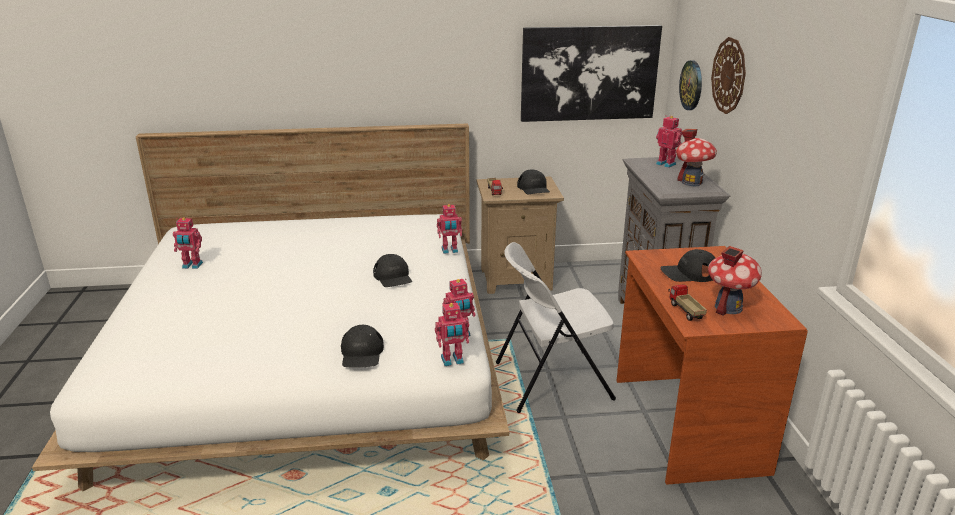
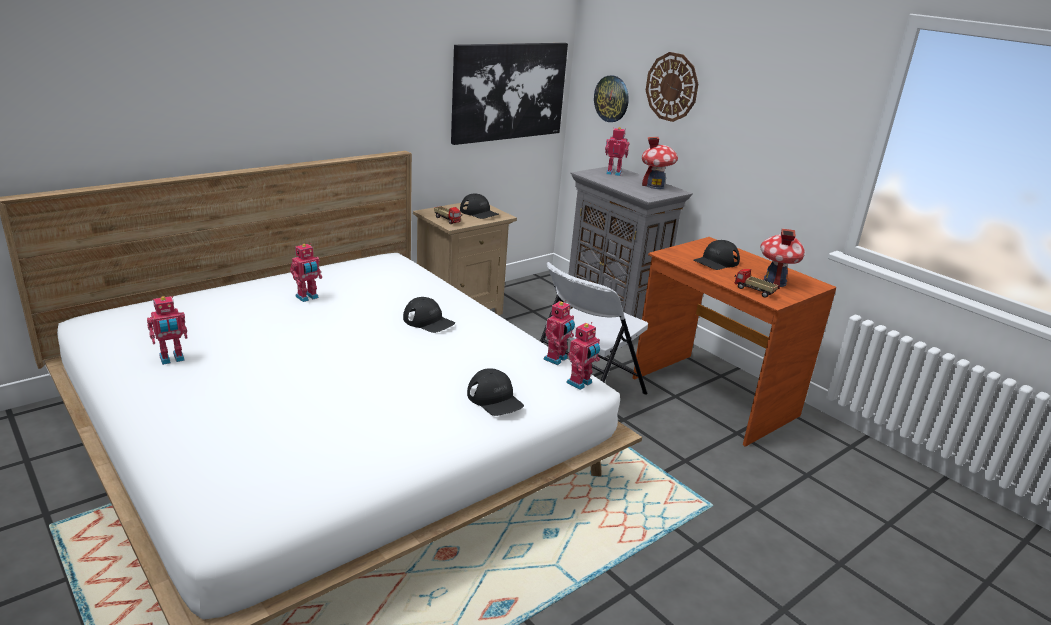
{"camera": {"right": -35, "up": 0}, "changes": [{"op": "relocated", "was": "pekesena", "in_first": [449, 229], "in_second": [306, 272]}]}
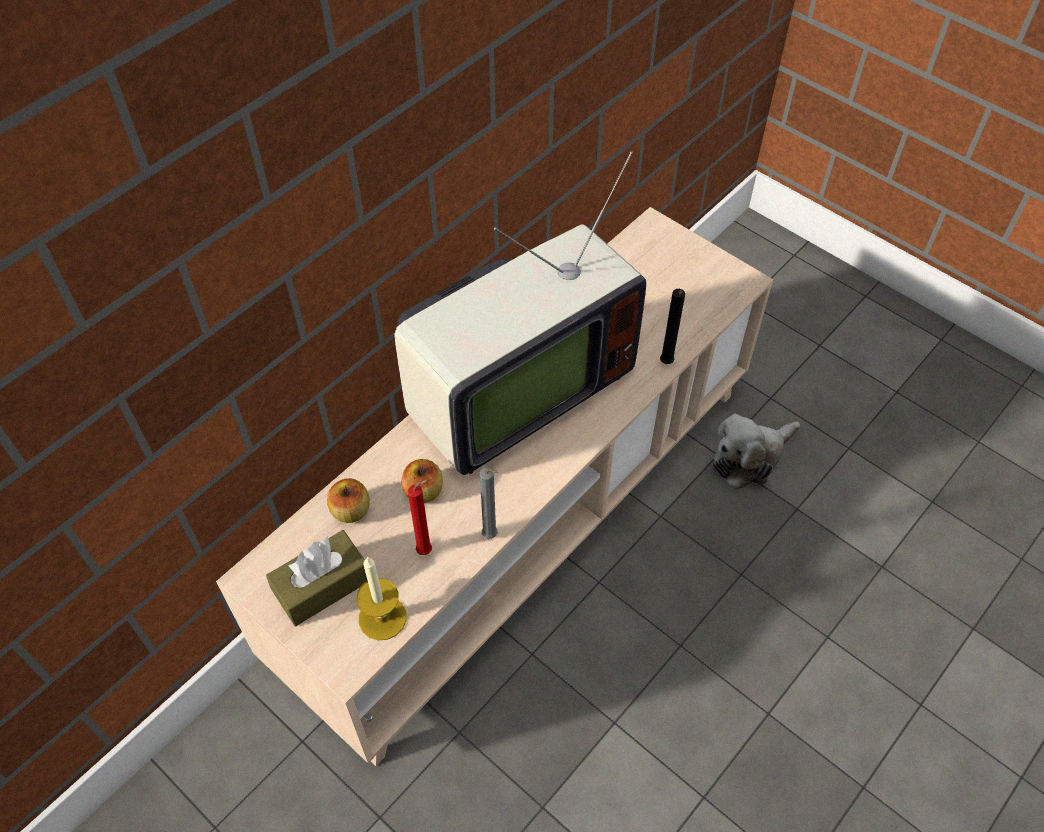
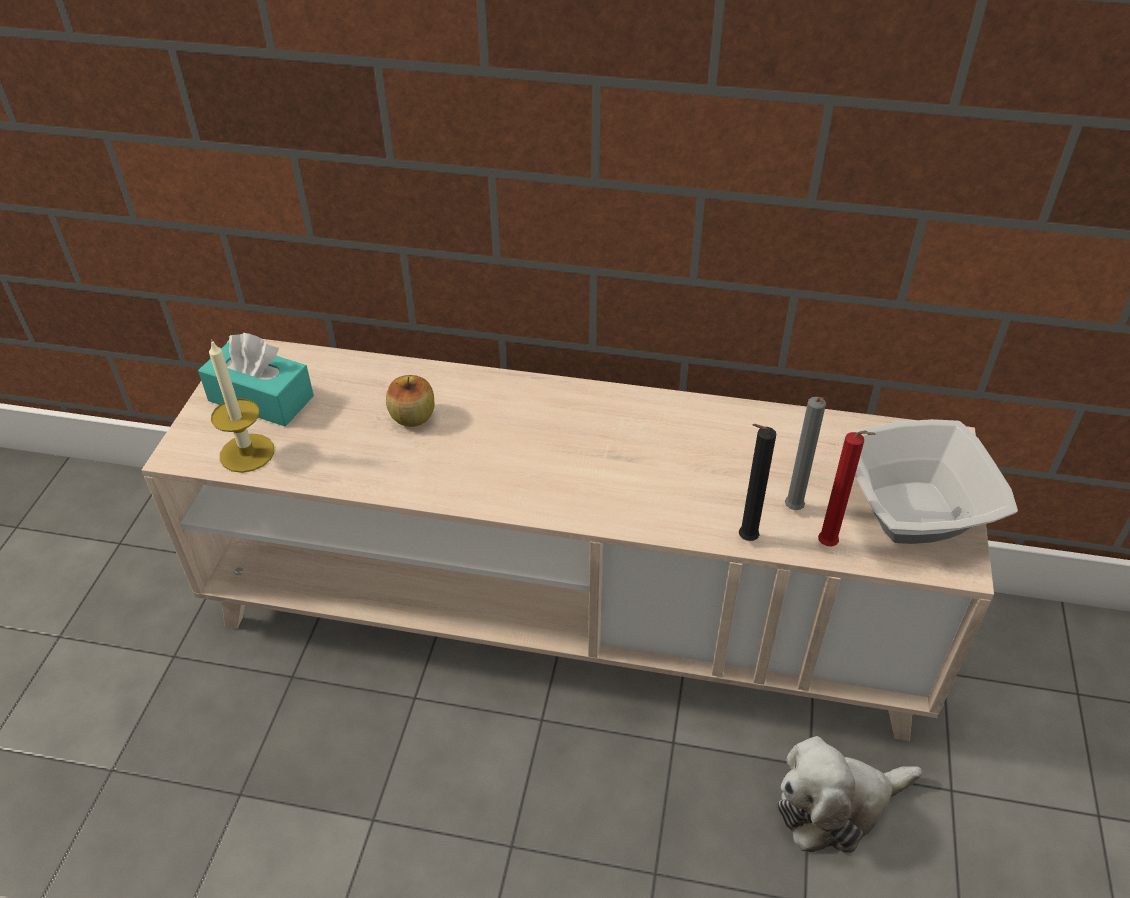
{"camera": {"right": 60, "up": -10}, "changes": [{"op": "missing", "was": "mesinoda", "in_first": [348, 500]}, {"op": "missing", "was": "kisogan", "in_first": [520, 313]}, {"op": "appeared", "now": "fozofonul", "in_second": [930, 481]}, {"op": "relocated", "was": "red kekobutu", "in_first": [420, 517], "in_second": [847, 488]}, {"op": "relocated", "was": "grey kekobutu", "in_first": [489, 503], "in_second": [805, 453]}, {"op": "colour", "was": "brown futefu", "now": "turquoise futefu", "in_first": [317, 578], "in_second": [256, 380]}, {"op": "spun", "was": "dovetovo", "in_first": [756, 451], "in_second": [849, 794], "clockwise": -45}]}
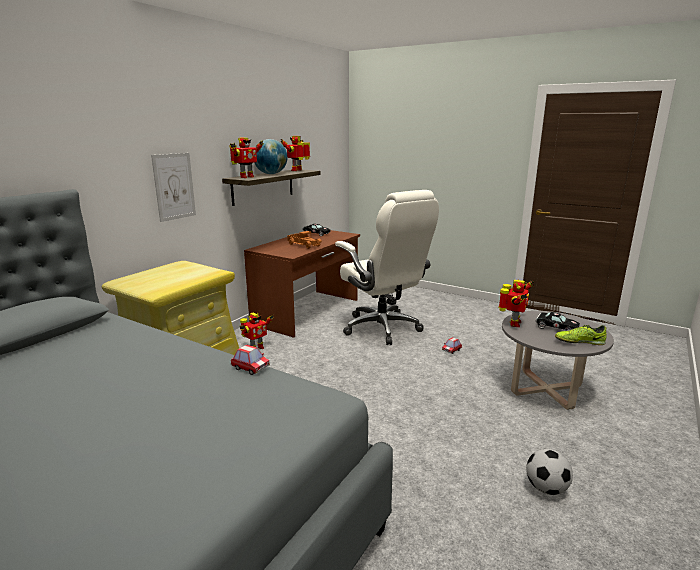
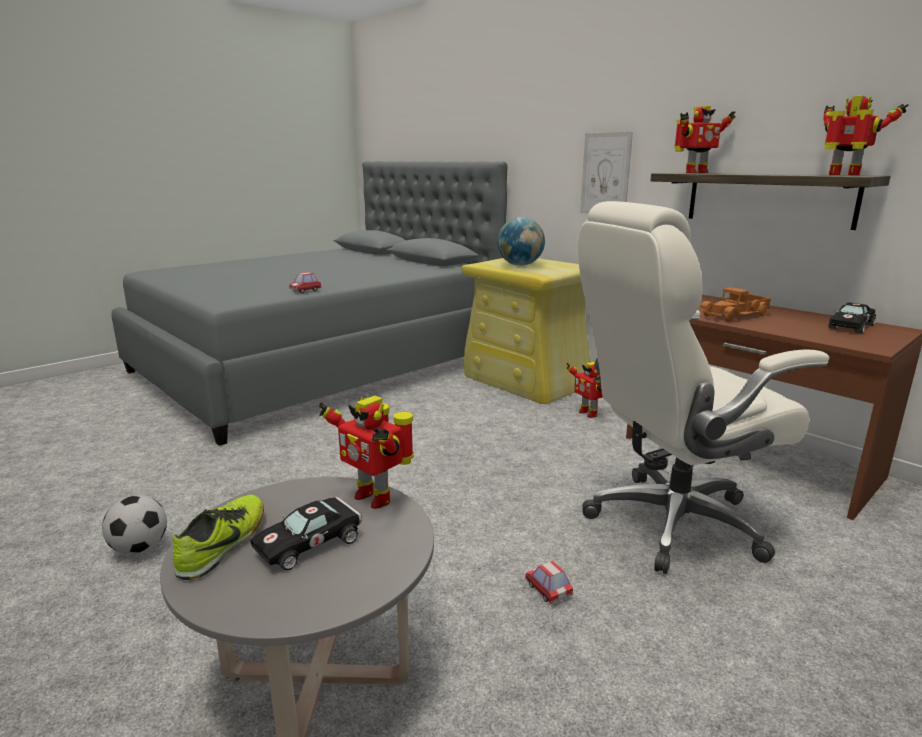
{"camera": {"right": 105, "up": 0}, "changes": [{"op": "relocated", "was": "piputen", "in_first": [271, 156], "in_second": [521, 241]}, {"op": "spun", "was": "pekesena", "in_first": [246, 158], "in_second": [705, 139], "clockwise": -75}]}
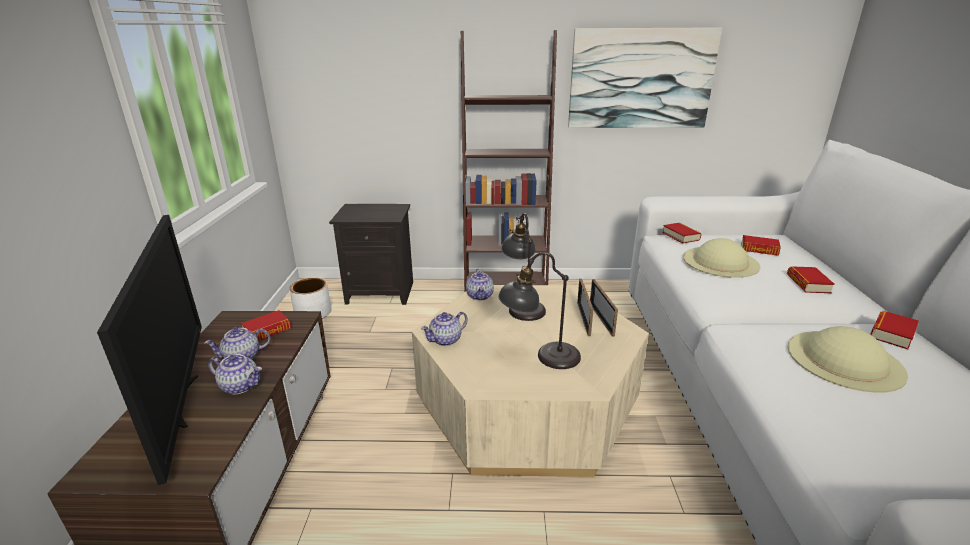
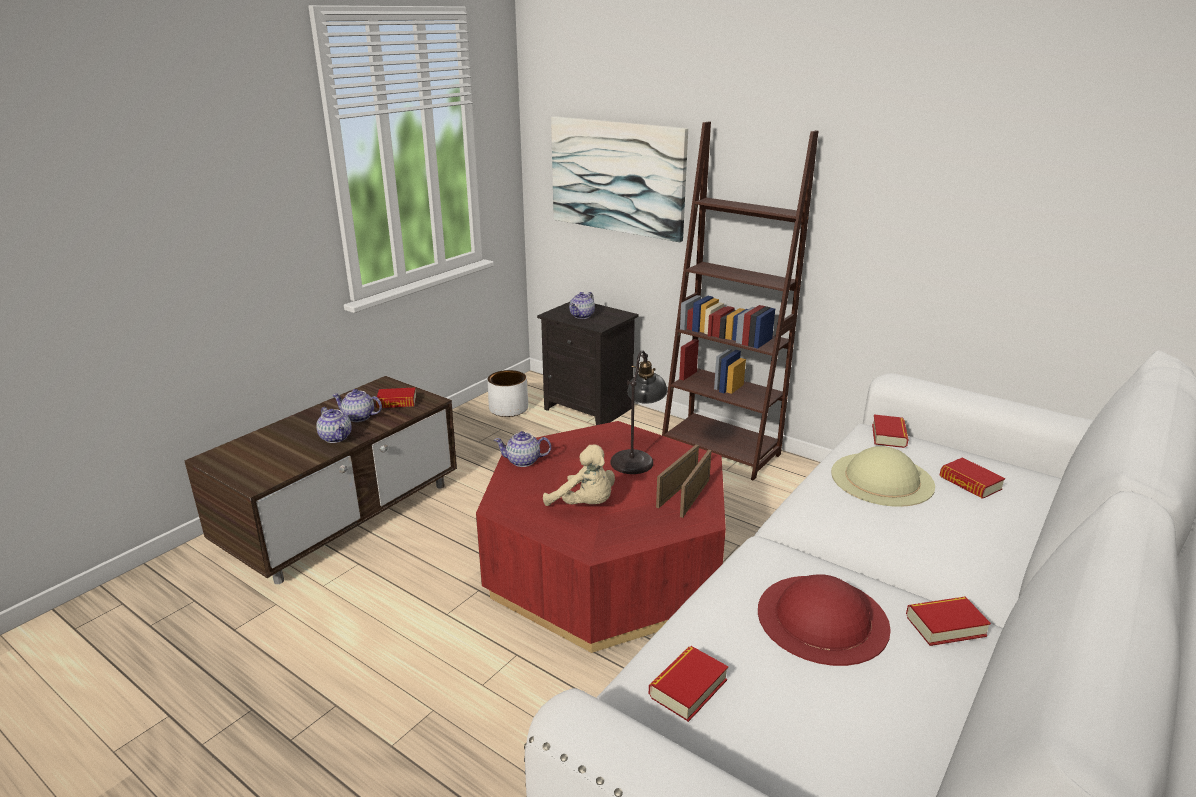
{"camera": {"right": 35, "up": 0}, "changes": [{"op": "missing", "was": "kisogan", "in_first": [149, 350]}, {"op": "relocated", "was": "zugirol", "in_first": [480, 285], "in_second": [582, 305]}, {"op": "relocated", "was": "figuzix", "in_first": [645, 77], "in_second": [619, 179]}, {"op": "relocated", "was": "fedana", "in_first": [811, 279], "in_second": [688, 684]}, {"op": "exchanged", "was": "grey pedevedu", "now": "beige dovetovo", "in_first": [539, 310], "in_second": [579, 475]}, {"op": "colour", "was": "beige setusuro", "now": "red setusuro", "in_first": [530, 381], "in_second": [601, 537]}, {"op": "colour", "was": "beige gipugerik", "now": "red gipugerik", "in_first": [848, 359], "in_second": [824, 620]}]}
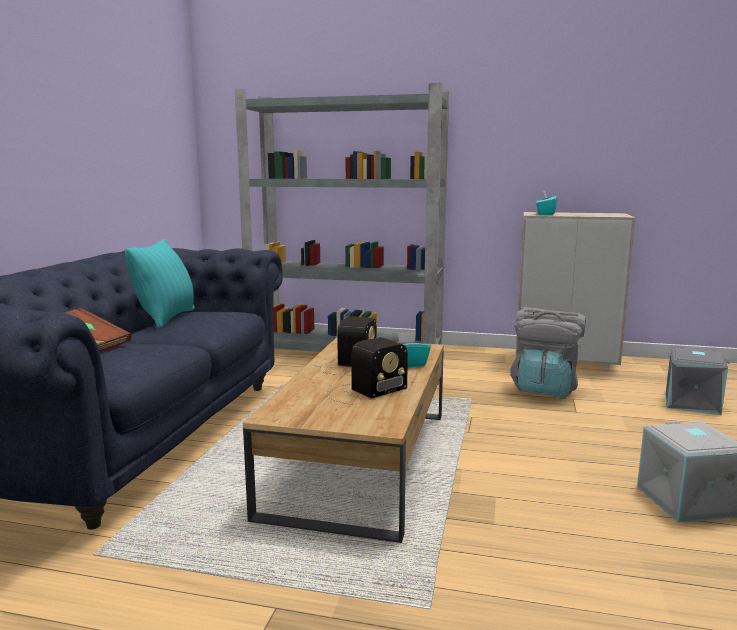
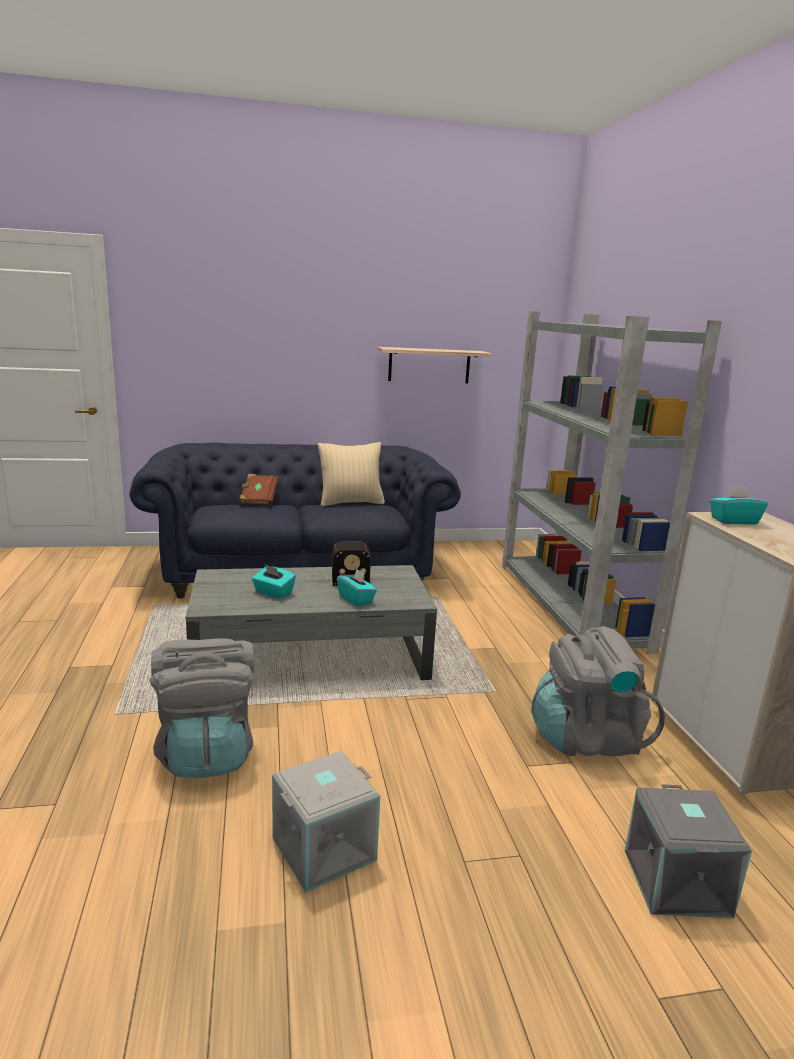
{"camera": {"right": 65, "up": 5}, "changes": [{"op": "appeared", "now": "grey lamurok", "in_second": [202, 708]}, {"op": "appeared", "now": "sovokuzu", "in_second": [434, 365]}, {"op": "exchanged", "was": "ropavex", "now": "turquoise futefu", "in_first": [366, 370], "in_second": [274, 582]}, {"op": "colour", "was": "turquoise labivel", "now": "beige labivel", "in_first": [160, 284], "in_second": [351, 474]}, {"op": "colour", "was": "brown setusuro", "now": "grey setusuro", "in_first": [343, 440], "in_second": [311, 622]}]}
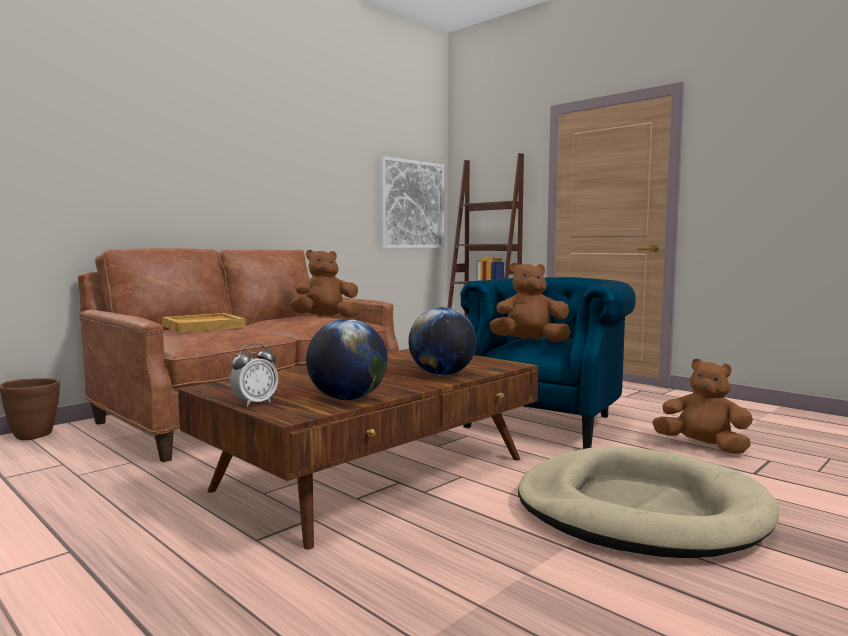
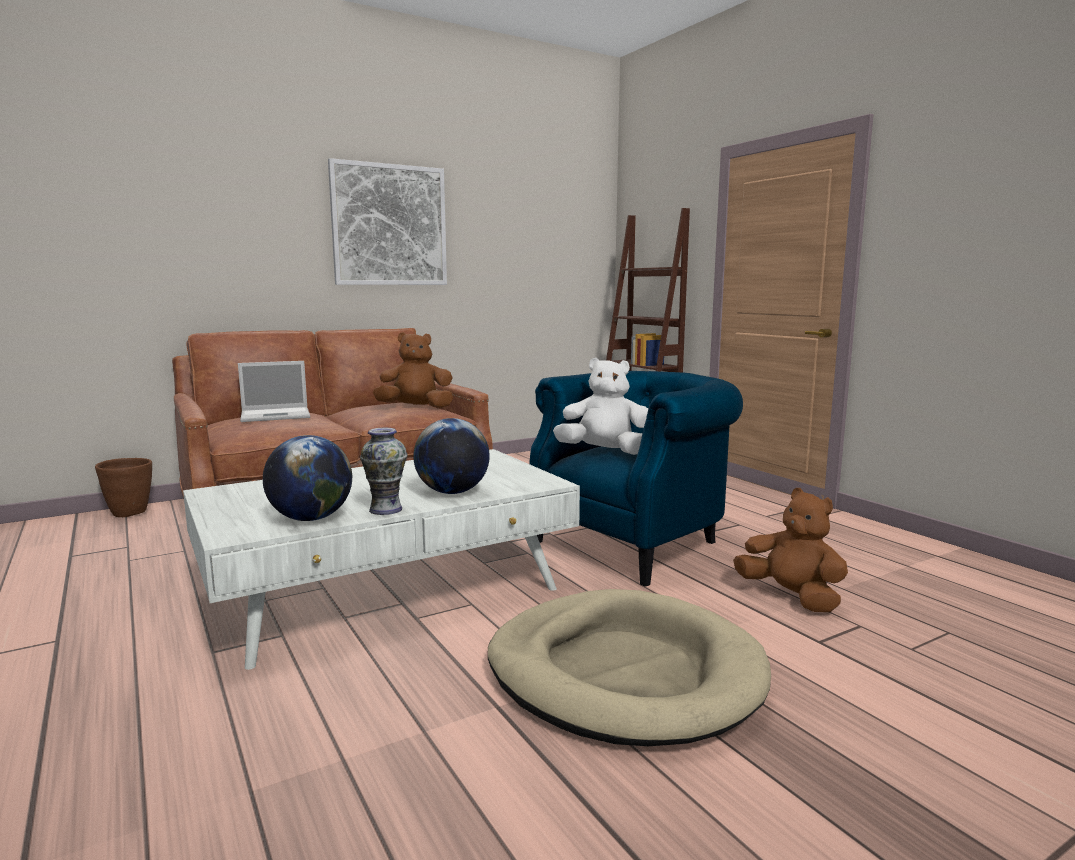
{"camera": {"right": 15, "up": 5}, "changes": [{"op": "missing", "was": "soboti", "in_first": [254, 375]}, {"op": "appeared", "now": "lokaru", "in_second": [384, 471]}, {"op": "relocated", "was": "figuzix", "in_first": [412, 202], "in_second": [387, 221]}, {"op": "exchanged", "was": "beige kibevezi", "now": "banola", "in_first": [204, 323], "in_second": [274, 391]}, {"op": "colour", "was": "brown setusuro", "now": "white setusuro", "in_first": [358, 449], "in_second": [381, 559]}, {"op": "colour", "was": "brown dovetovo", "now": "white dovetovo", "in_first": [530, 302], "in_second": [600, 406]}]}
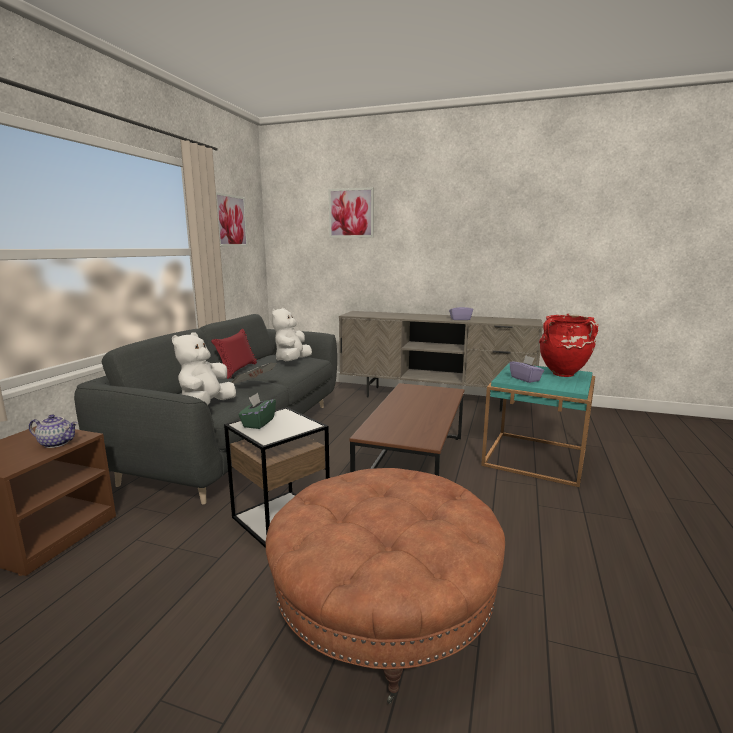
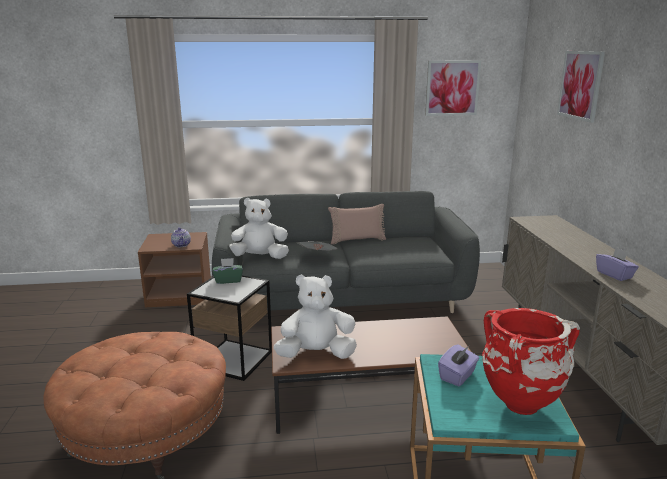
{"camera": {"right": 65, "up": 5}, "changes": [{"op": "relocated", "was": "white dovetovo", "in_first": [292, 334], "in_second": [315, 316]}, {"op": "colour", "was": "red labivel", "now": "beige labivel", "in_first": [234, 354], "in_second": [357, 224]}]}
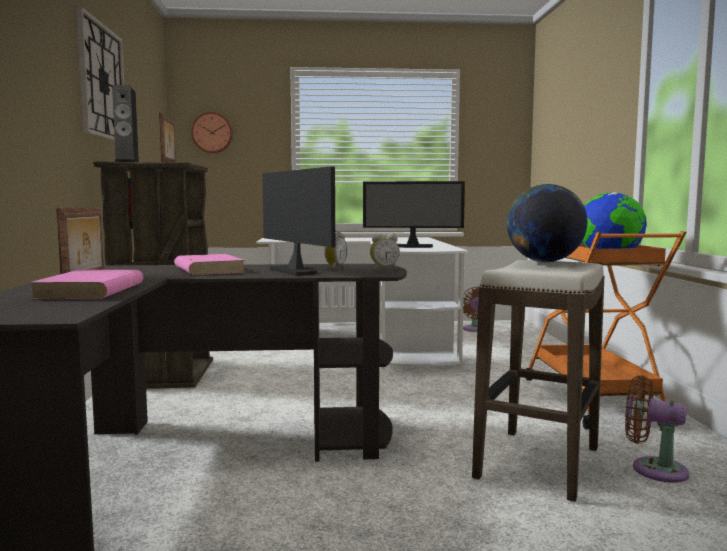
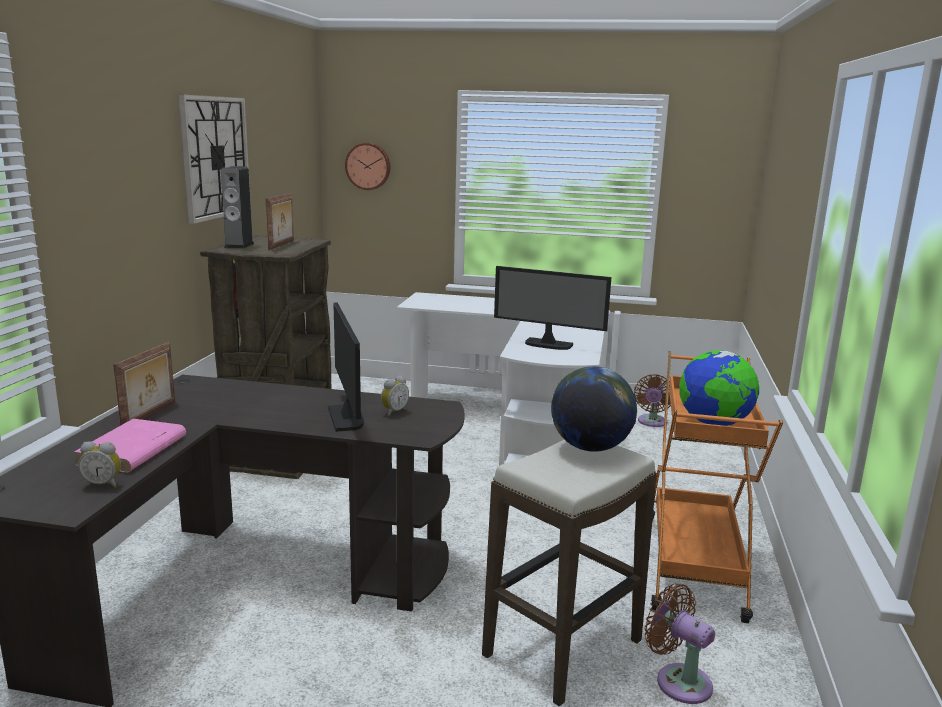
{"camera": {"right": 15, "up": 10}, "changes": [{"op": "missing", "was": "pink fedana", "in_first": [209, 264]}, {"op": "relocated", "was": "soboti", "in_first": [385, 251], "in_second": [99, 464]}]}
